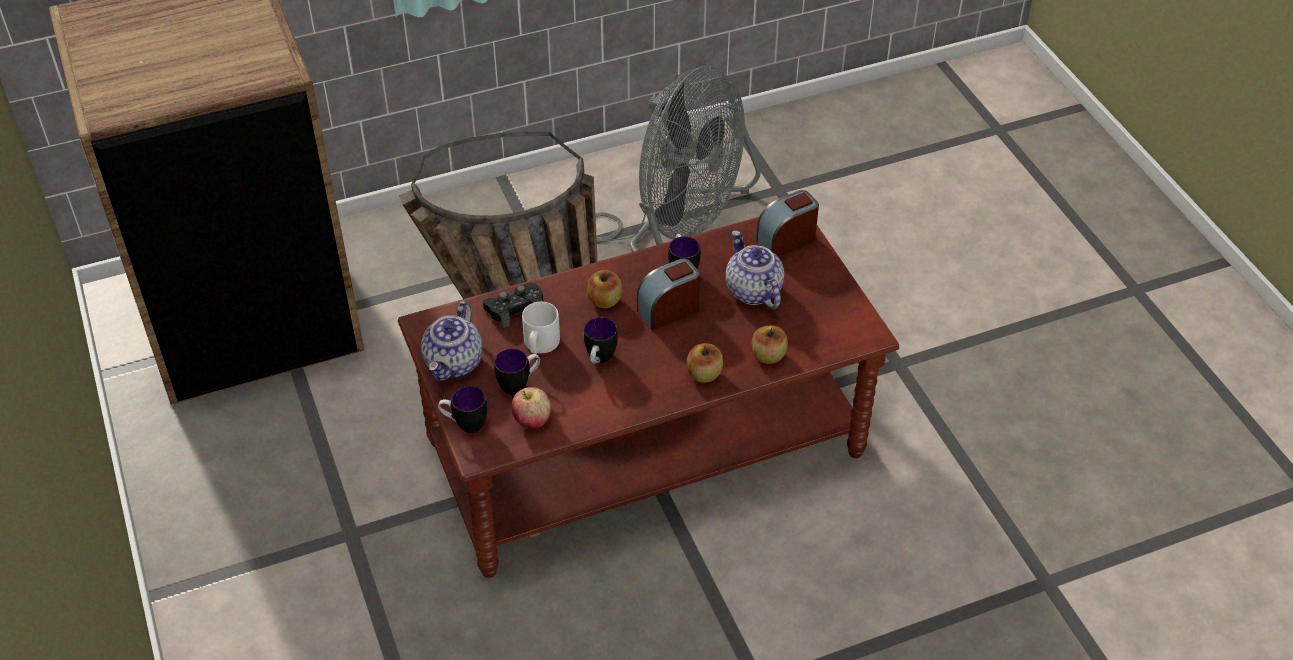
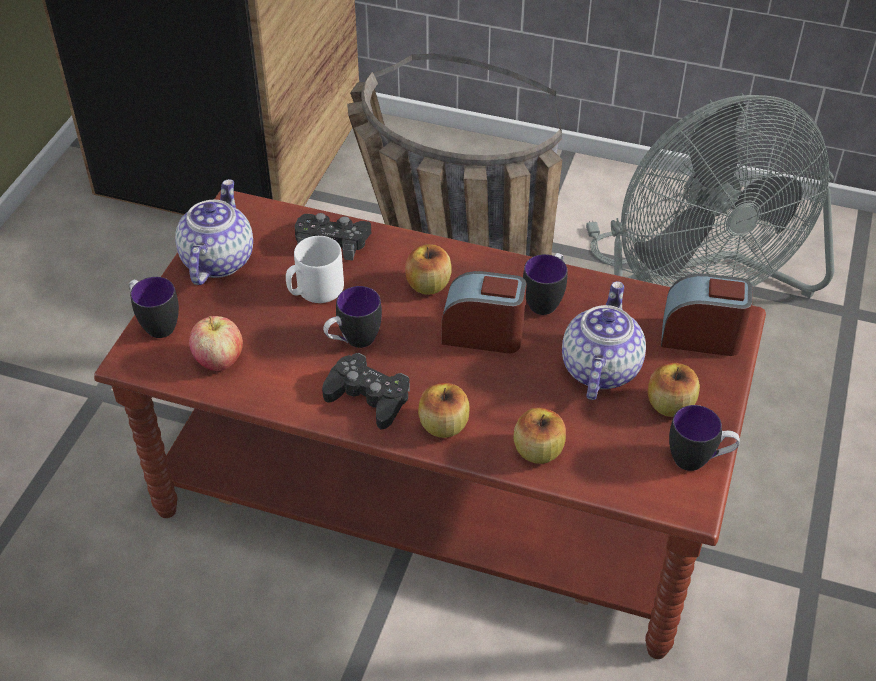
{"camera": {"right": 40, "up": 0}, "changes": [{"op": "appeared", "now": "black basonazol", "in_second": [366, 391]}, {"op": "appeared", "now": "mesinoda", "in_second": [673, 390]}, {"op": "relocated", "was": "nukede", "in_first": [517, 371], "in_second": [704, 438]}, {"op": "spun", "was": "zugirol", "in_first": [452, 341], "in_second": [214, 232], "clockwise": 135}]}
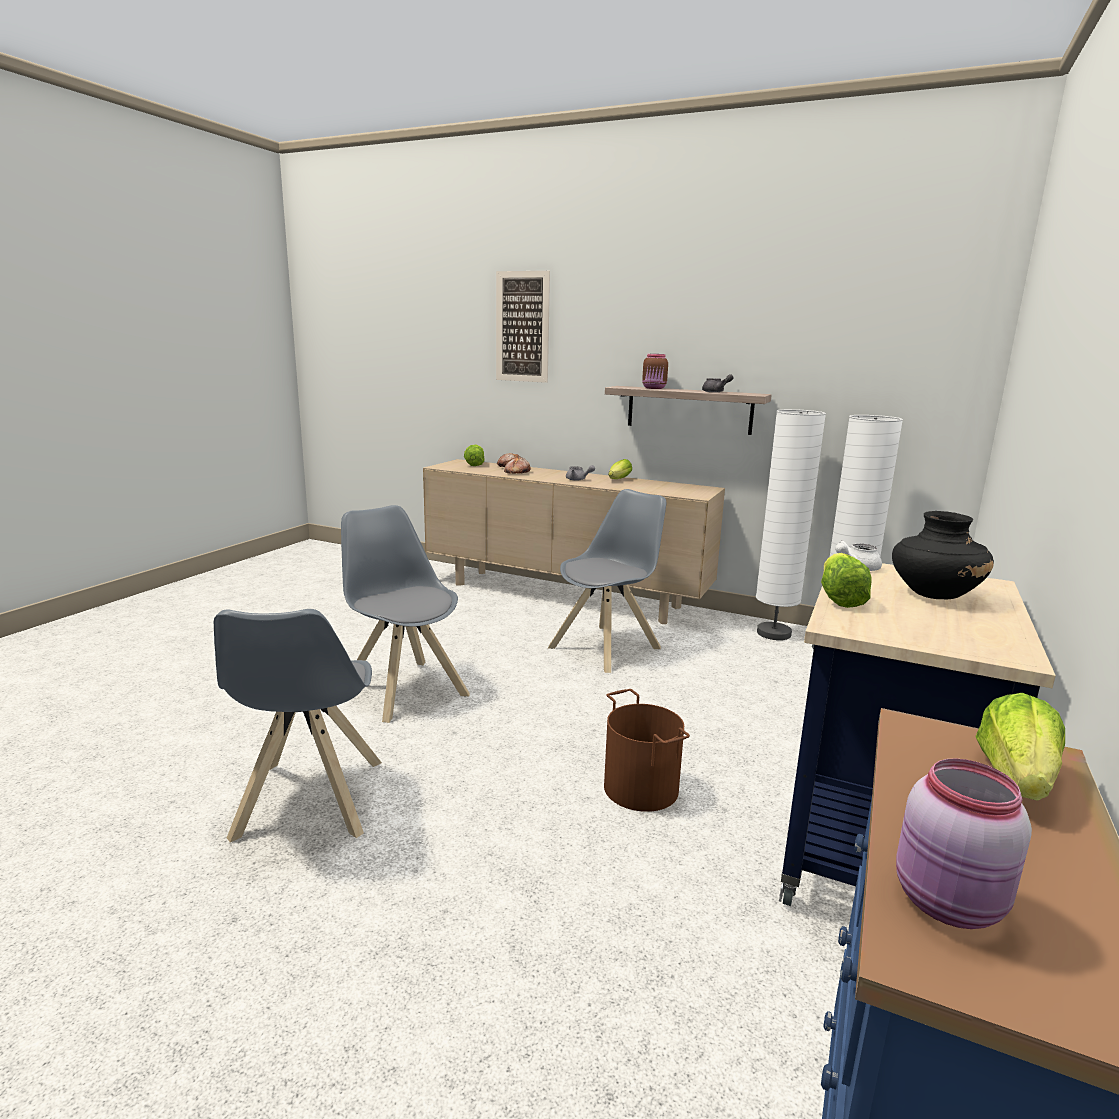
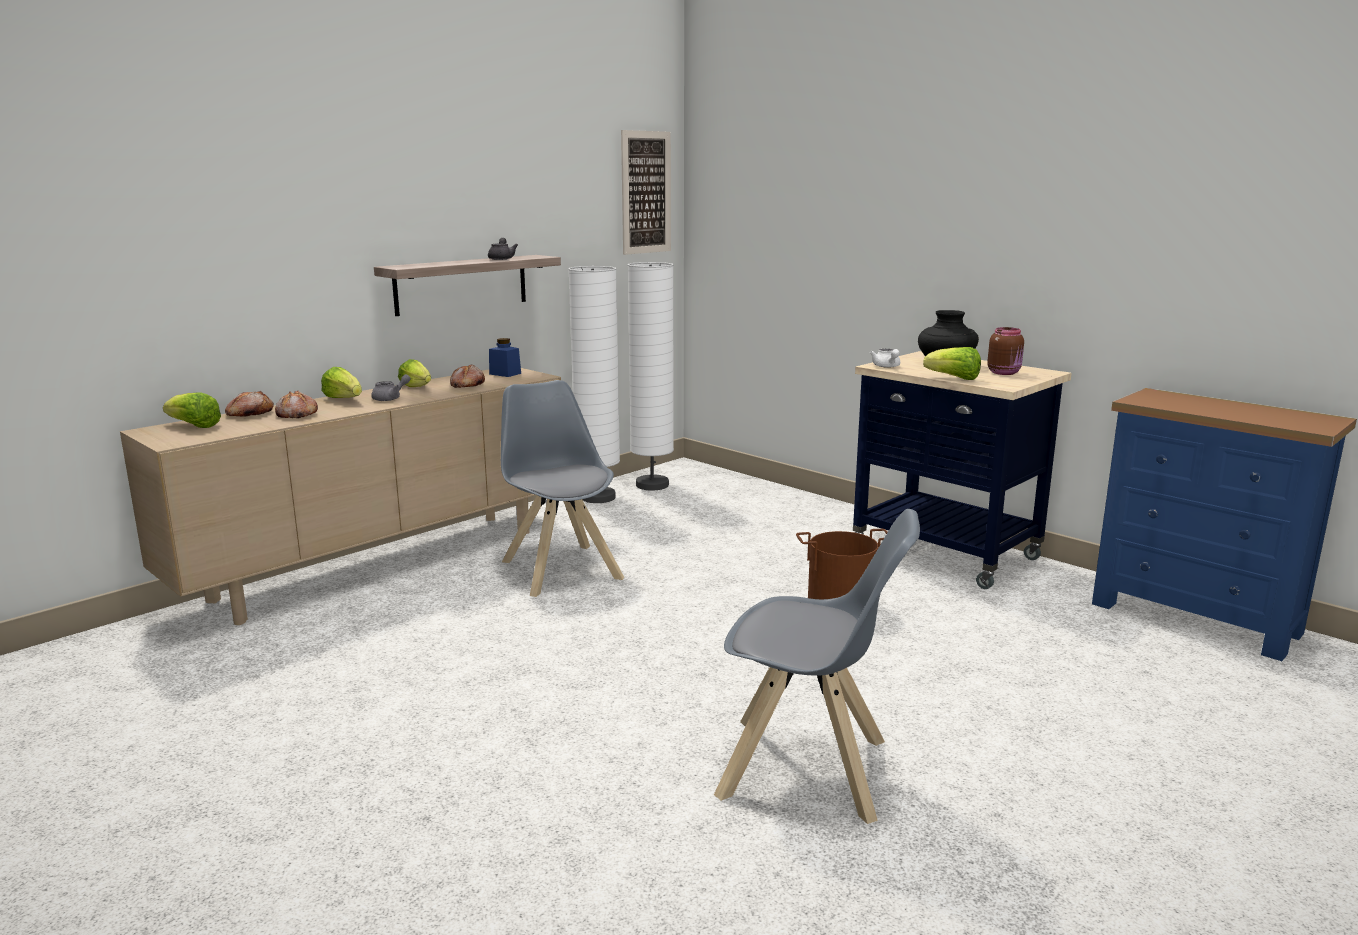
{"camera": {"right": -70, "up": 0}, "changes": [{"op": "missing", "was": "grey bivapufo", "in_first": [405, 614]}, {"op": "missing", "was": "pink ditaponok", "in_first": [964, 843]}, {"op": "appeared", "now": "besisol", "in_second": [467, 376]}, {"op": "appeared", "now": "blue ditaponok", "in_second": [505, 357]}, {"op": "relocated", "was": "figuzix", "in_first": [523, 327], "in_second": [646, 192]}, {"op": "relocated", "was": "brown ditaponok", "in_first": [655, 371], "in_second": [1005, 351]}, {"op": "relocated", "was": "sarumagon", "in_first": [1020, 747], "in_second": [341, 382]}]}
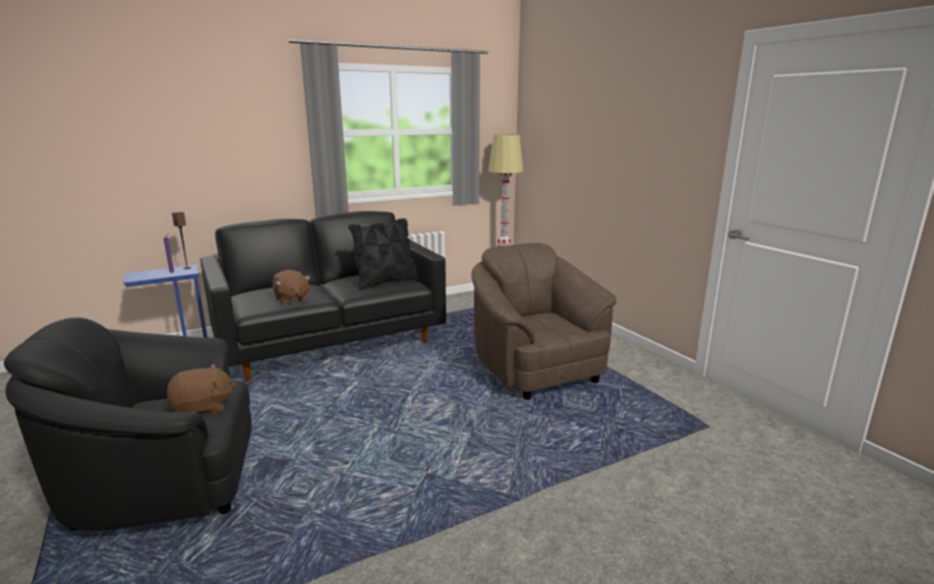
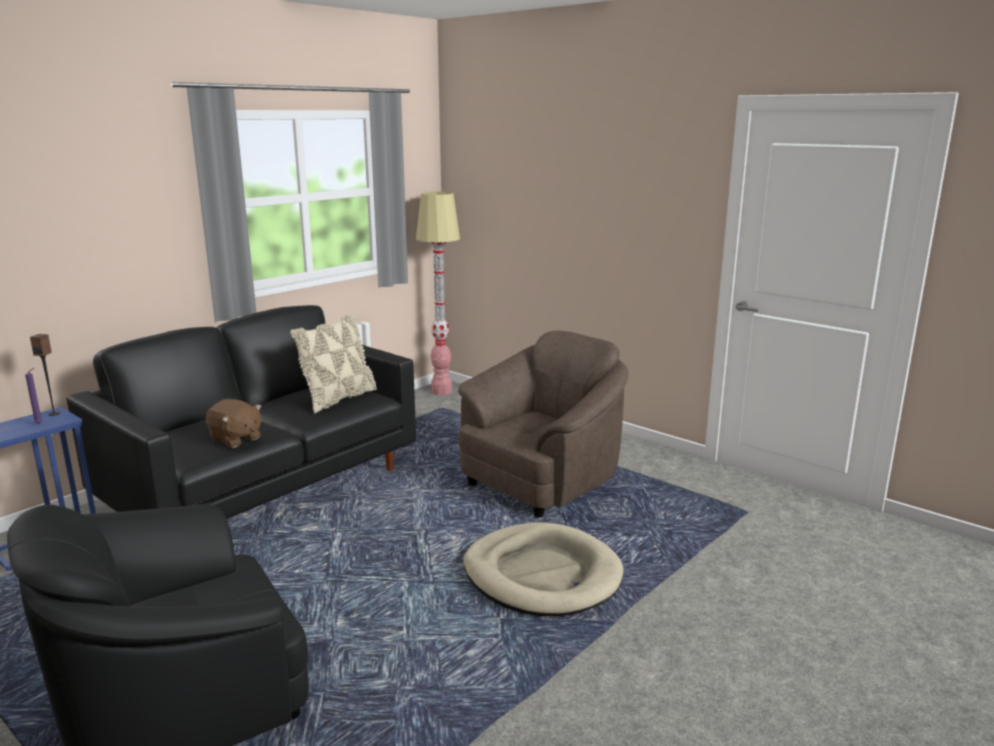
{"camera": {"right": -20, "up": 0}, "changes": [{"op": "missing", "was": "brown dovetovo", "in_first": [201, 389]}, {"op": "appeared", "now": "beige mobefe", "in_second": [543, 569]}, {"op": "colour", "was": "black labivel", "now": "beige labivel", "in_first": [383, 254], "in_second": [333, 364]}, {"op": "spun", "was": "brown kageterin", "in_first": [543, 321], "in_second": [543, 424], "clockwise": 90}]}
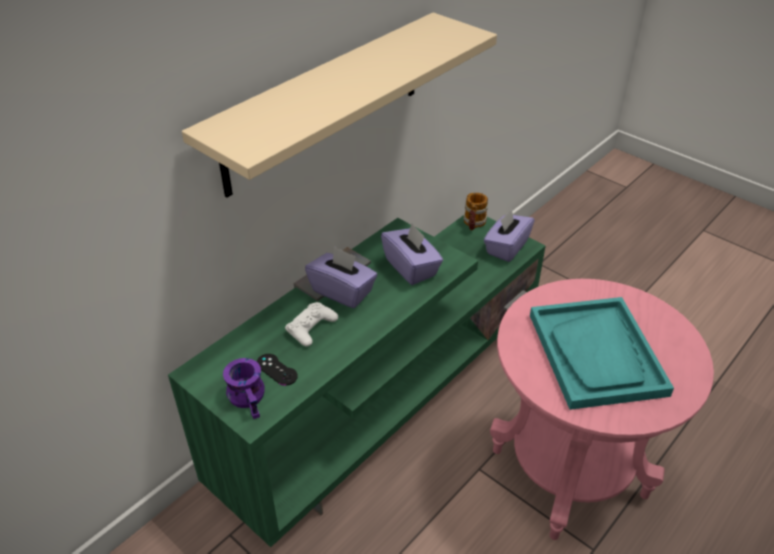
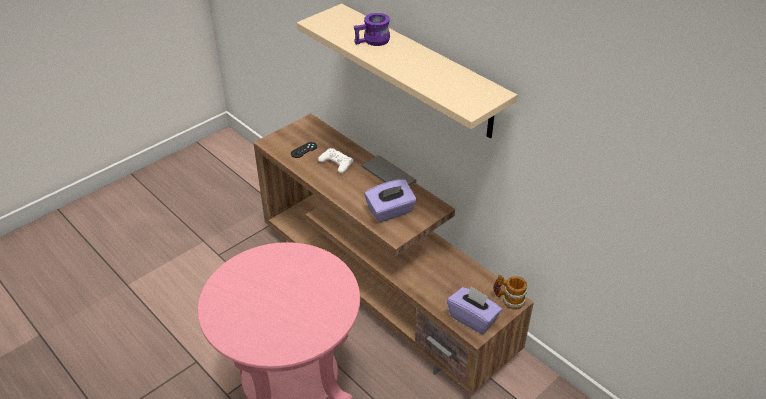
{"camera": {"right": 95, "up": 0}, "changes": [{"op": "missing", "was": "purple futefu", "in_first": [341, 277]}, {"op": "missing", "was": "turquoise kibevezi", "in_first": [602, 353]}, {"op": "relocated", "was": "purple nukede", "in_first": [244, 388], "in_second": [372, 29]}, {"op": "colour", "was": "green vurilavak", "now": "brown vurilavak", "in_first": [357, 381], "in_second": [393, 254]}]}
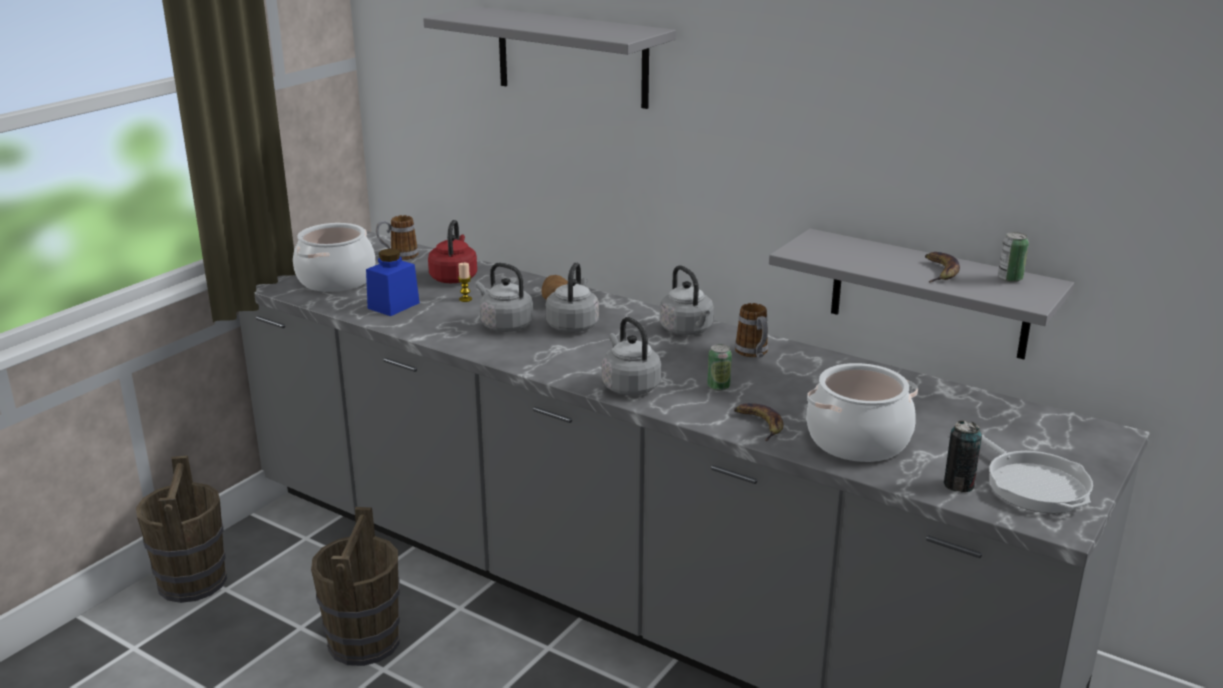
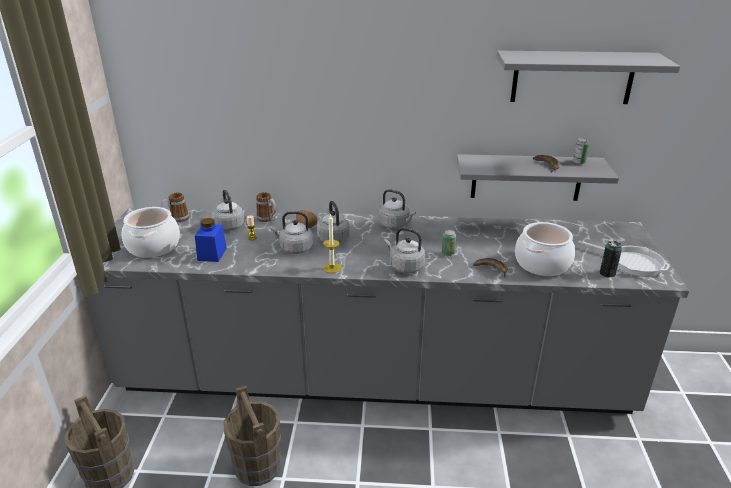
{"camera": {"right": -30, "up": 5}, "changes": [{"op": "appeared", "now": "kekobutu", "in_second": [332, 243]}, {"op": "relocated", "was": "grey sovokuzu", "in_first": [549, 57], "in_second": [588, 77]}, {"op": "relocated", "was": "nukede", "in_first": [751, 330], "in_second": [266, 207]}, {"op": "colour", "was": "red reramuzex", "now": "grey reramuzex", "in_first": [452, 251], "in_second": [228, 210]}]}
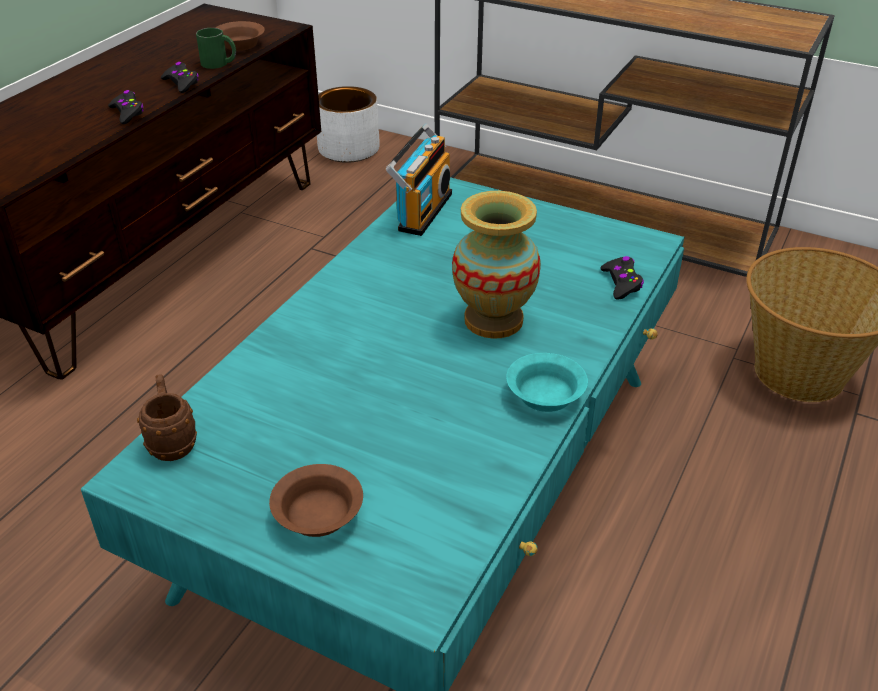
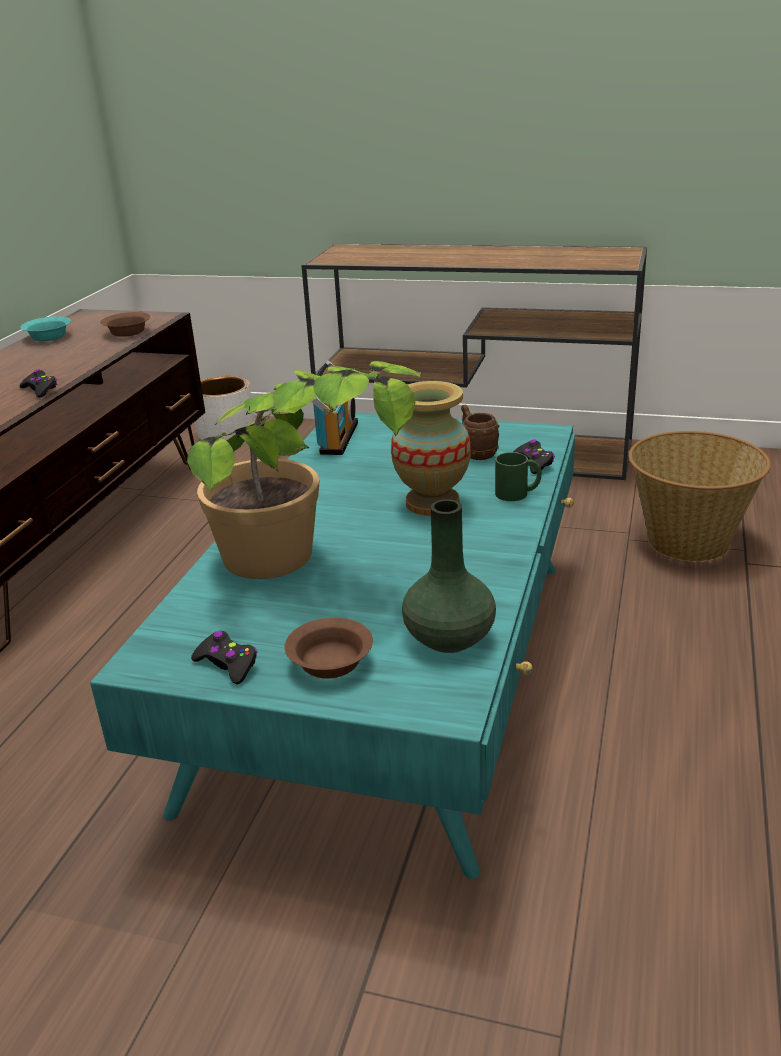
{"camera": {"right": -10, "up": -10}, "changes": [{"op": "appeared", "now": "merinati", "in_second": [304, 470]}, {"op": "appeared", "now": "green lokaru", "in_second": [449, 576]}, {"op": "relocated", "was": "brown nukede", "in_first": [167, 417], "in_second": [480, 432]}, {"op": "relocated", "was": "black basonazol", "in_first": [180, 77], "in_second": [224, 658]}, {"op": "relocated", "was": "green nukede", "in_first": [216, 48], "in_second": [518, 476]}, {"op": "relocated", "was": "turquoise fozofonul", "in_first": [547, 382], "in_second": [45, 329]}]}
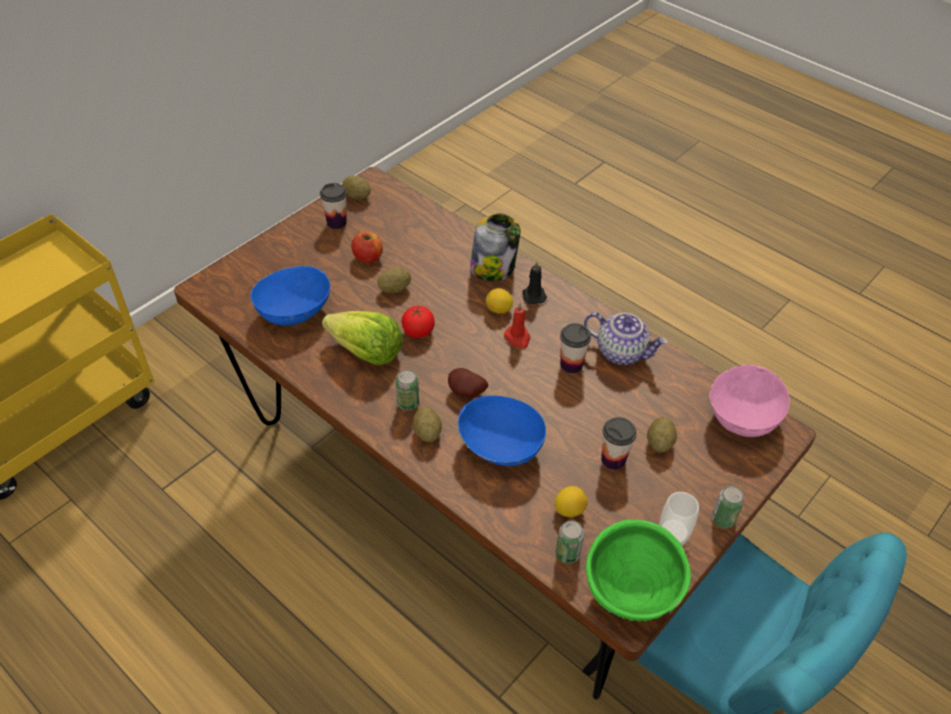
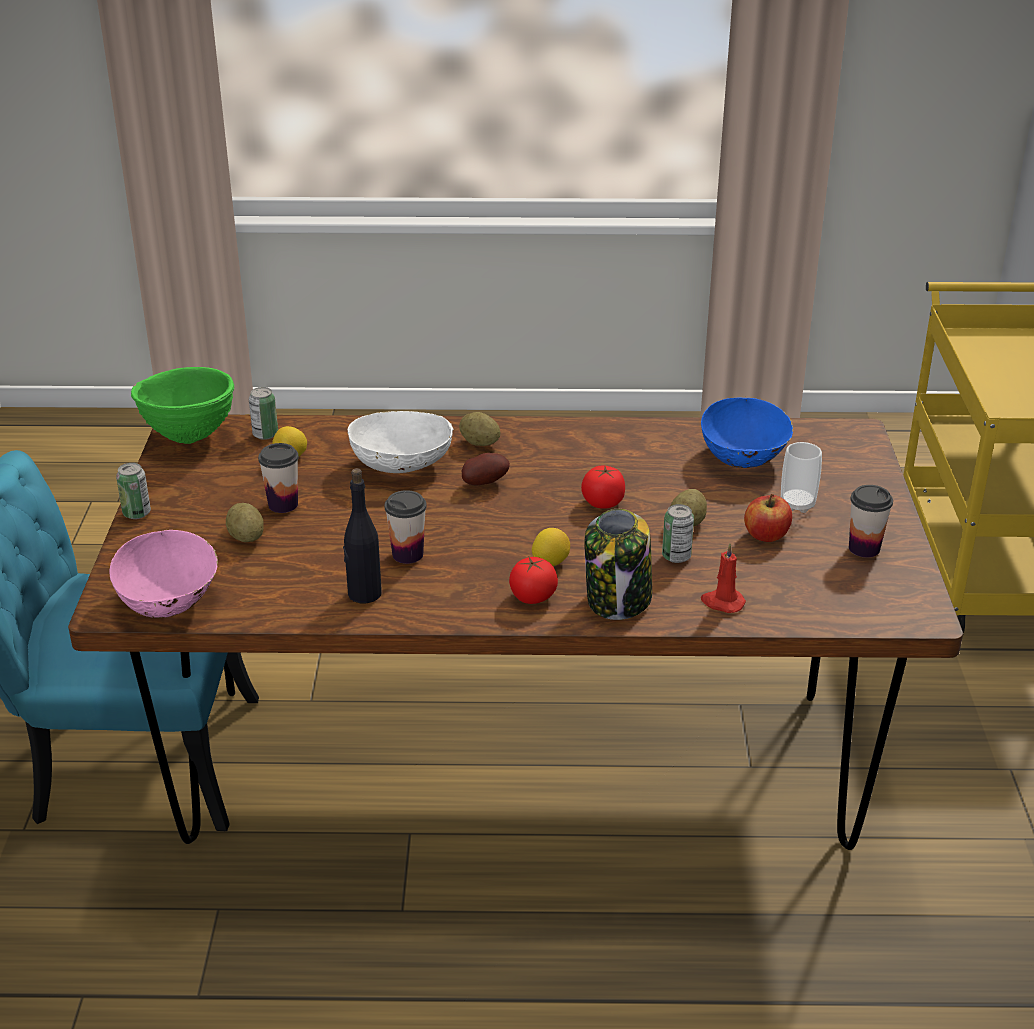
{"camera": {"right": 140, "up": -15}, "changes": [{"op": "missing", "was": "sarumagon", "in_first": [362, 338]}, {"op": "missing", "was": "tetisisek", "in_first": [356, 188]}, {"op": "relocated", "was": "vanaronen", "in_first": [407, 390], "in_second": [678, 533]}, {"op": "relocated", "was": "red kekobutu", "in_first": [517, 326], "in_second": [723, 578]}, {"op": "relocated", "was": "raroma", "in_first": [679, 519], "in_second": [801, 477]}, {"op": "exchanged", "was": "black kekobutu", "now": "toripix", "in_first": [534, 283], "in_second": [533, 580]}, {"op": "exchanged", "was": "zugirol", "now": "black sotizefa", "in_first": [626, 338], "in_second": [362, 535]}, {"op": "colour", "was": "blue fozofonul", "now": "white fozofonul", "in_first": [502, 430], "in_second": [401, 442]}]}
